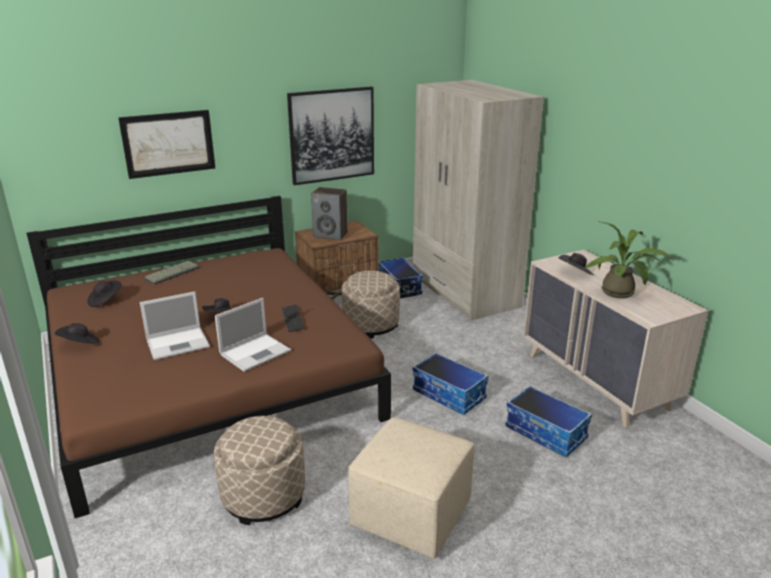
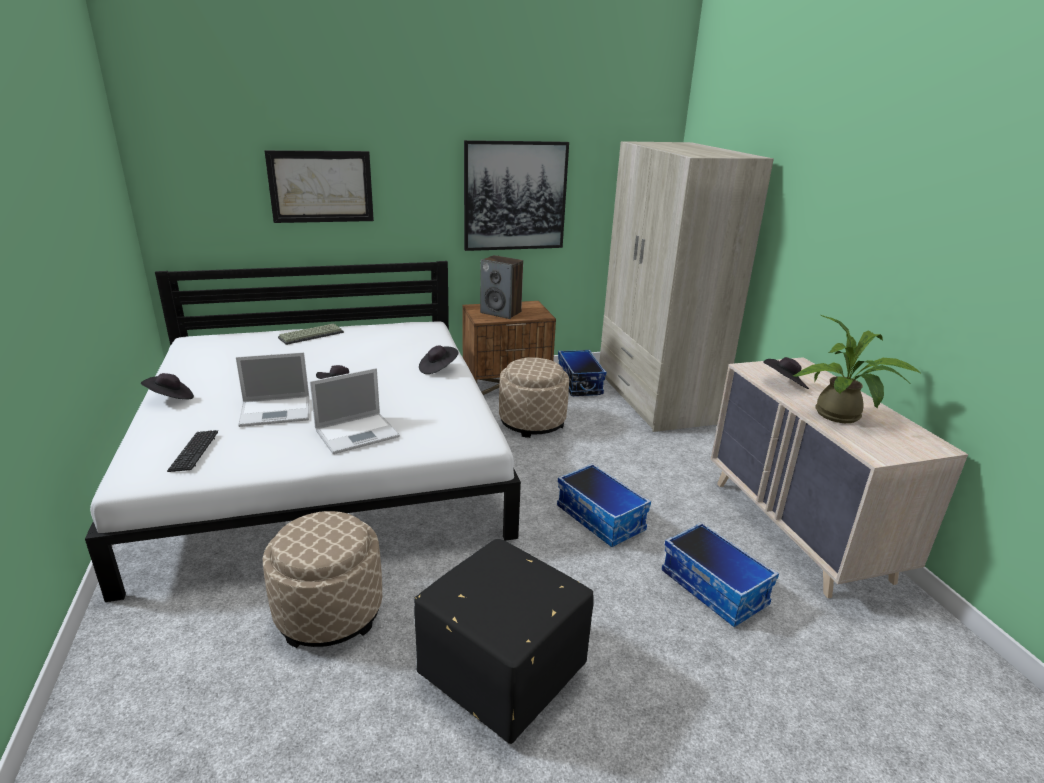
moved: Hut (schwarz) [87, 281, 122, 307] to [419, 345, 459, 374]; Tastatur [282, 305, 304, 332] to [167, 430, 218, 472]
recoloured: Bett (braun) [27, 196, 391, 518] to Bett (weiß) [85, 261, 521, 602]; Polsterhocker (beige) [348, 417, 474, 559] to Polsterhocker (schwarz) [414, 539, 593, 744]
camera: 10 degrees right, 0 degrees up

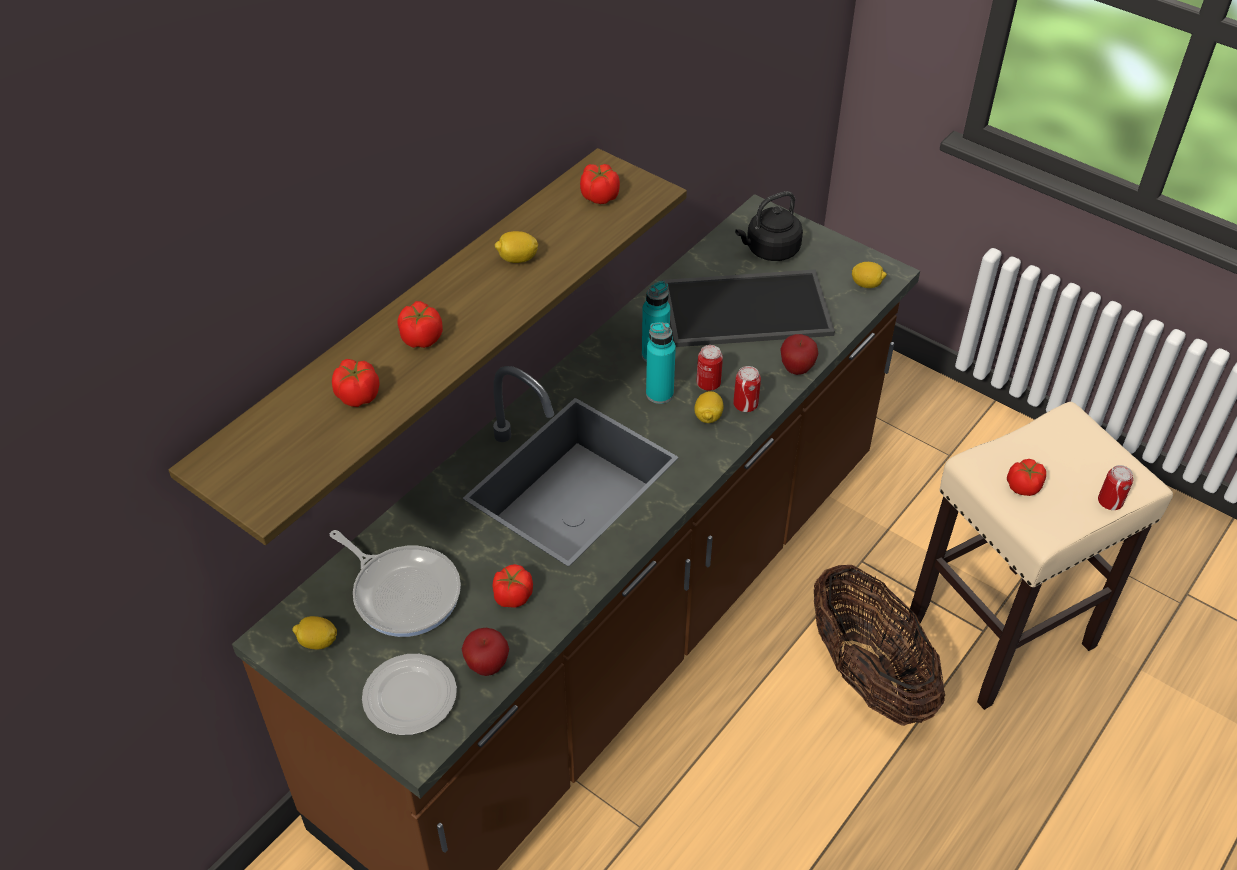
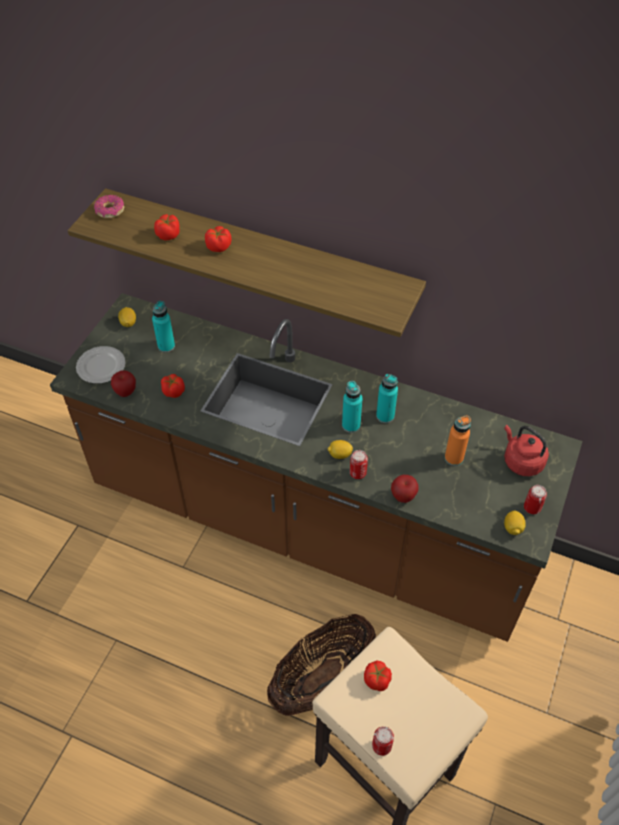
removed: Zitrone [495, 231, 539, 263]; Tomate [580, 164, 620, 204]
added: Donut [94, 195, 124, 218]
moved: Dose [696, 345, 723, 391] to [524, 485, 547, 514]
replaced: Pfanne [330, 530, 461, 637] to Flasche (türkis) [152, 301, 175, 353]; Tablett [662, 269, 835, 347] to Flasche (orange) [445, 416, 471, 466]
recoloured: Wasserkessel (schwarz) [735, 191, 803, 261] to Wasserkessel (rot) [504, 425, 549, 476]
camera: 75 degrees right, 5 degrees up

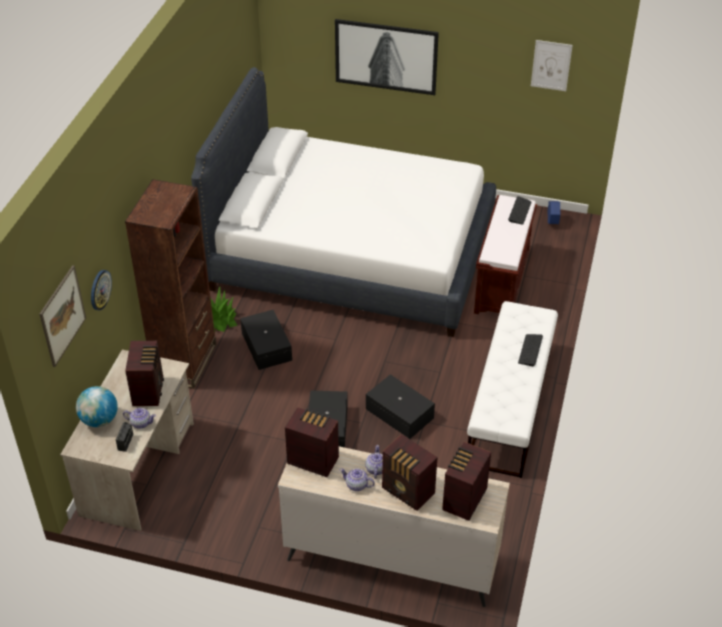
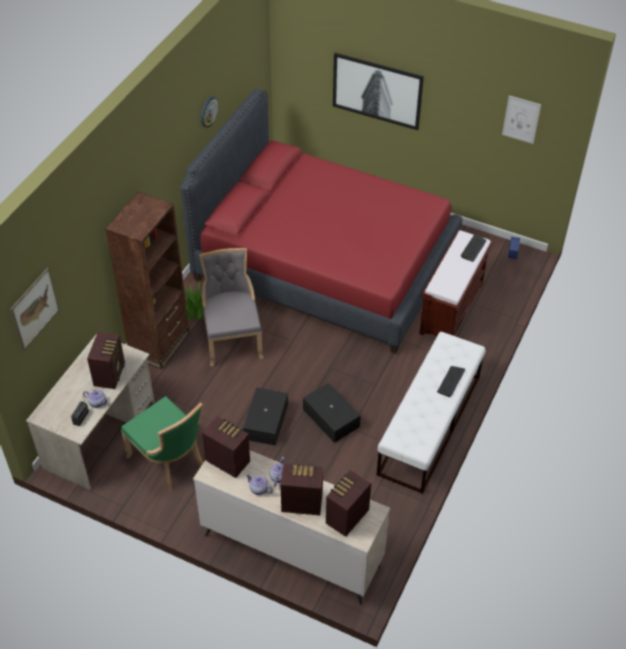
removed: Globus [76, 386, 118, 427]
added: Stuhl (grün) [121, 396, 203, 491]
moved: Wanduhr [91, 270, 112, 311] to [201, 97, 218, 128]
replaced: Aufbewahrungsbox (schwarz) [240, 310, 292, 370] to Stuhl (grau) [199, 248, 264, 366]
recoloured: Bett (weiß) [191, 67, 496, 337] to Bett (rot) [180, 88, 462, 354]
turned: Radio [382, 434, 438, 511] = [281, 463, 323, 515] 135 degrees clockwise
camera: 10 degrees right, 5 degrees up

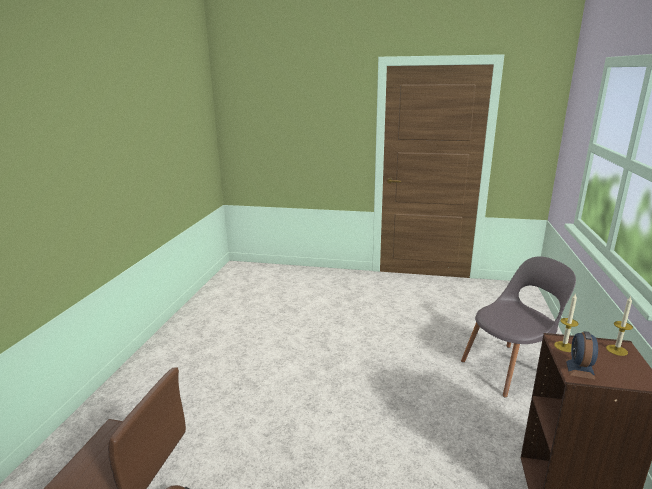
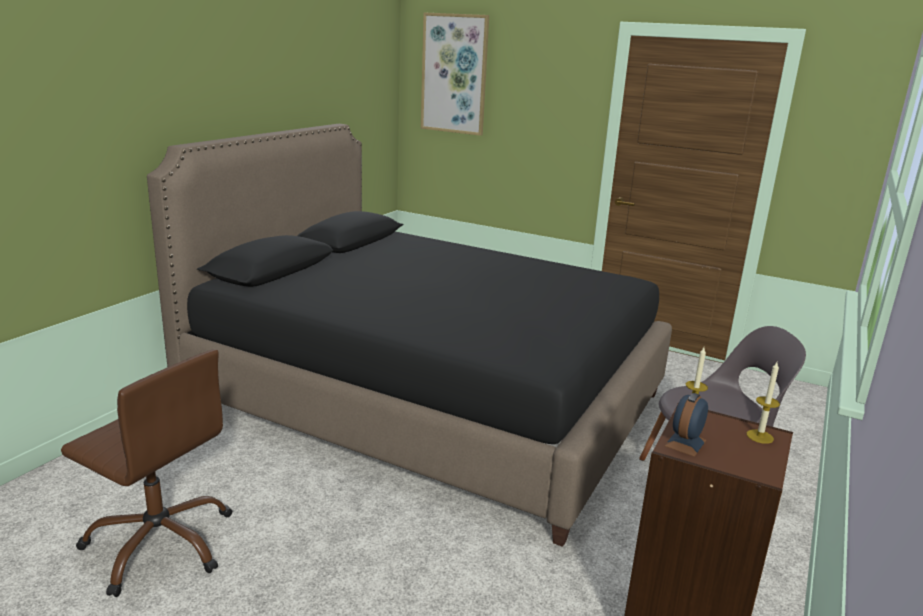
added: Bett (schwarz) [147, 124, 672, 547]; Bild [421, 13, 489, 136]
camera: 15 degrees right, 0 degrees up

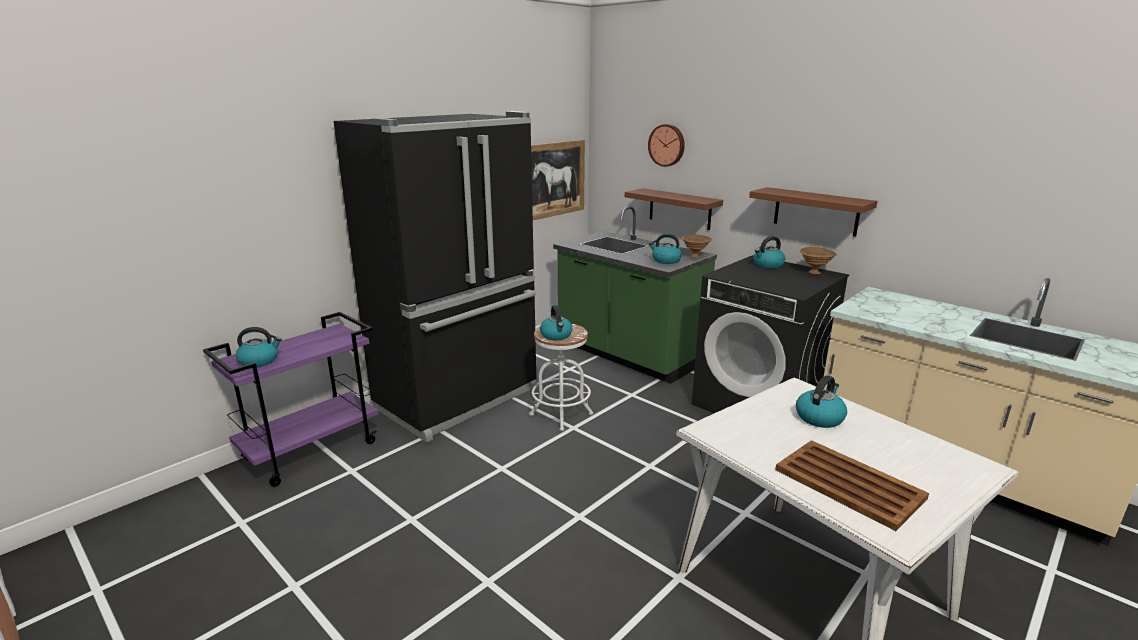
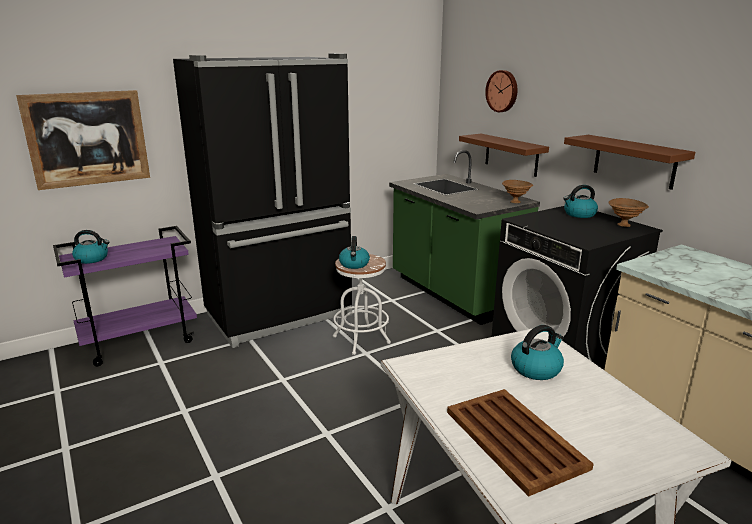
removed: Wasserkessel [649, 234, 682, 264]
moved: Bild [531, 140, 585, 220] to [16, 90, 150, 190]
camera: 15 degrees right, 0 degrees up

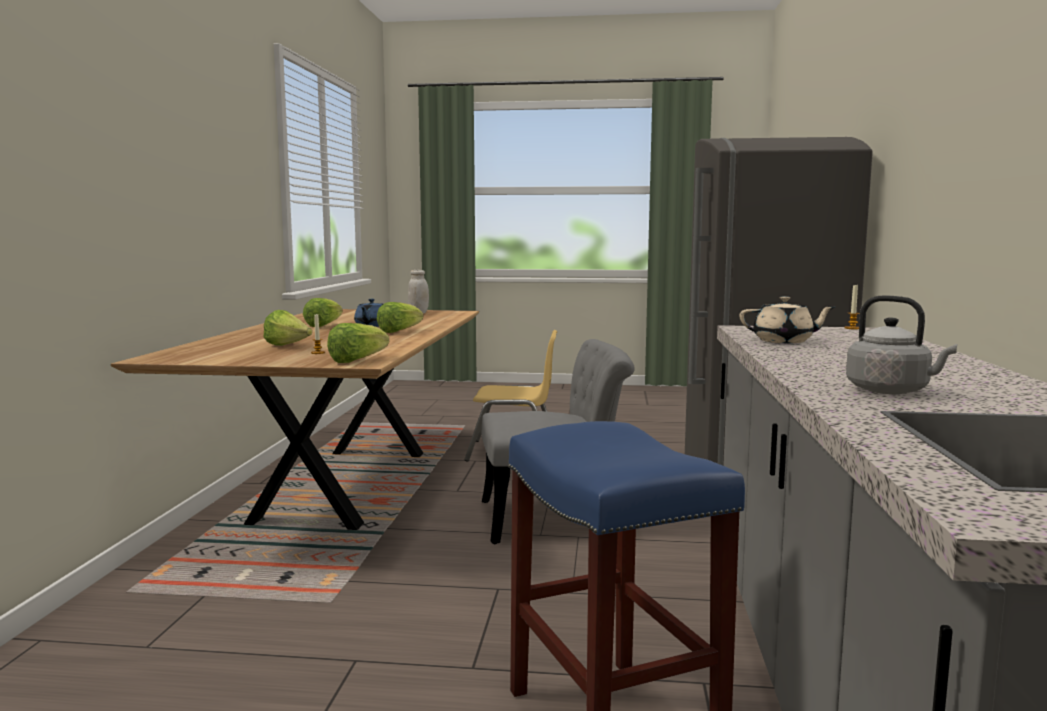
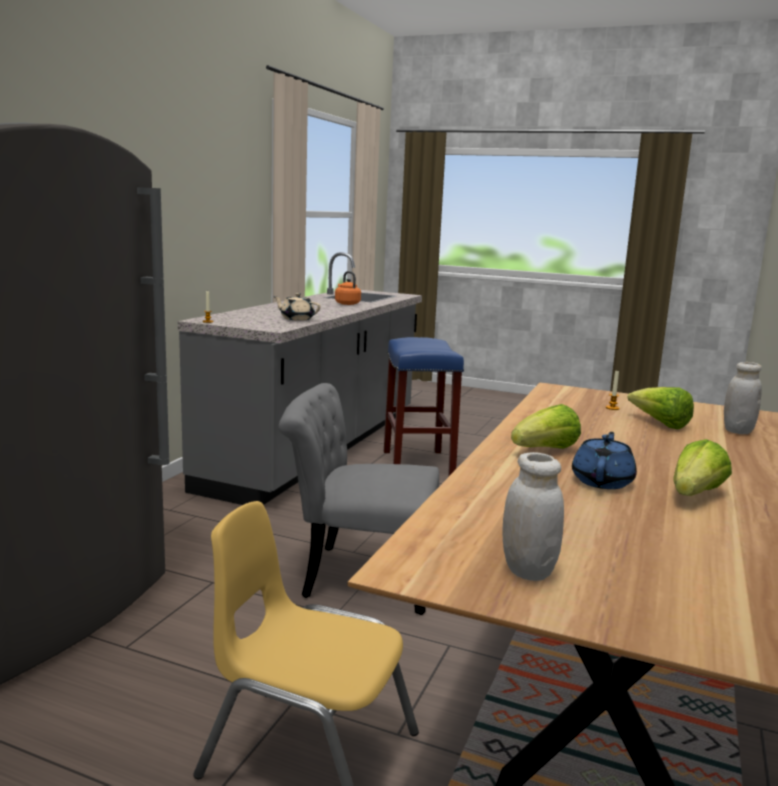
removed: Salatkopf [327, 323, 389, 363]
added: Vorratsglas (weiß) [724, 362, 762, 434]
recoloured: Wasserkessel (grau) [846, 295, 957, 394] to Wasserkessel (orange) [335, 271, 361, 305]
camera: 165 degrees left, 5 degrees up

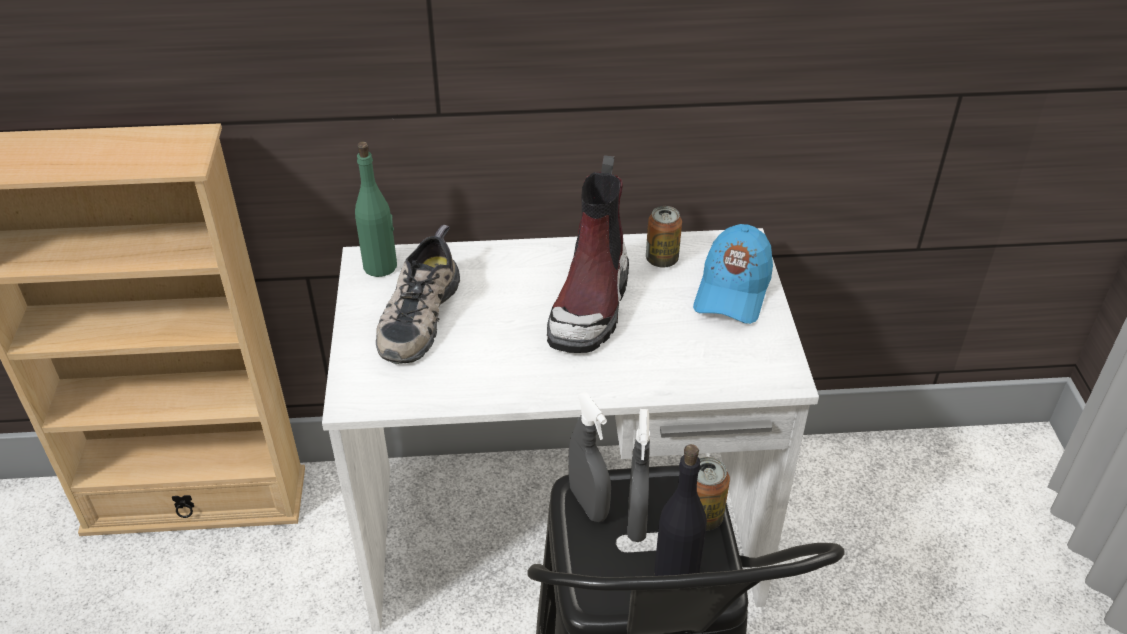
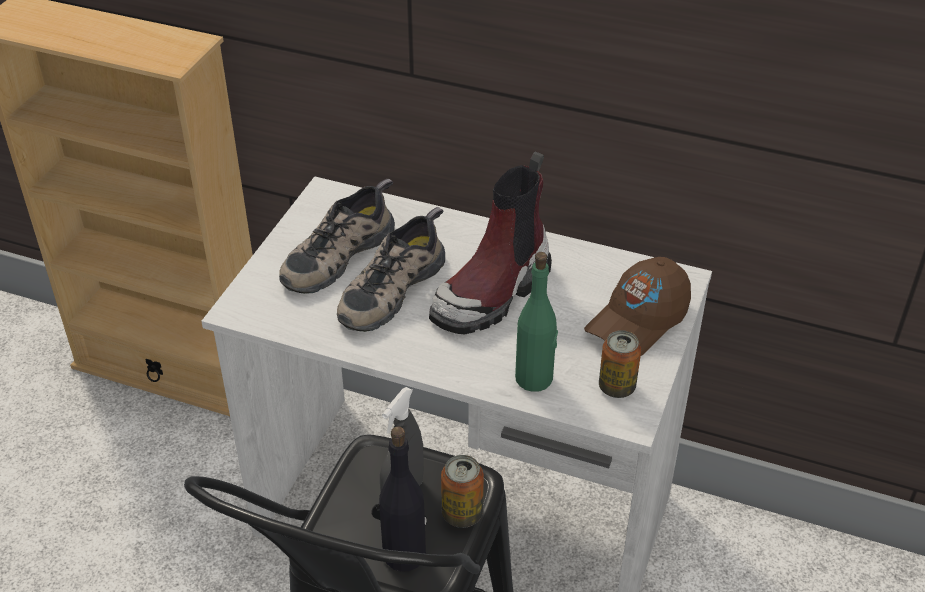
removed: Sprühflasche (grau) [568, 392, 611, 522]
added: Schuh [337, 207, 445, 332]
moved: Flasche (grün) [355, 141, 397, 277] to [515, 252, 558, 392]; Dose [646, 206, 682, 268] to [599, 330, 641, 398]
recoloured: Kappe (blau) [693, 224, 773, 324] to Kappe (braun) [584, 257, 691, 356]
camera: 25 degrees right, 0 degrees up

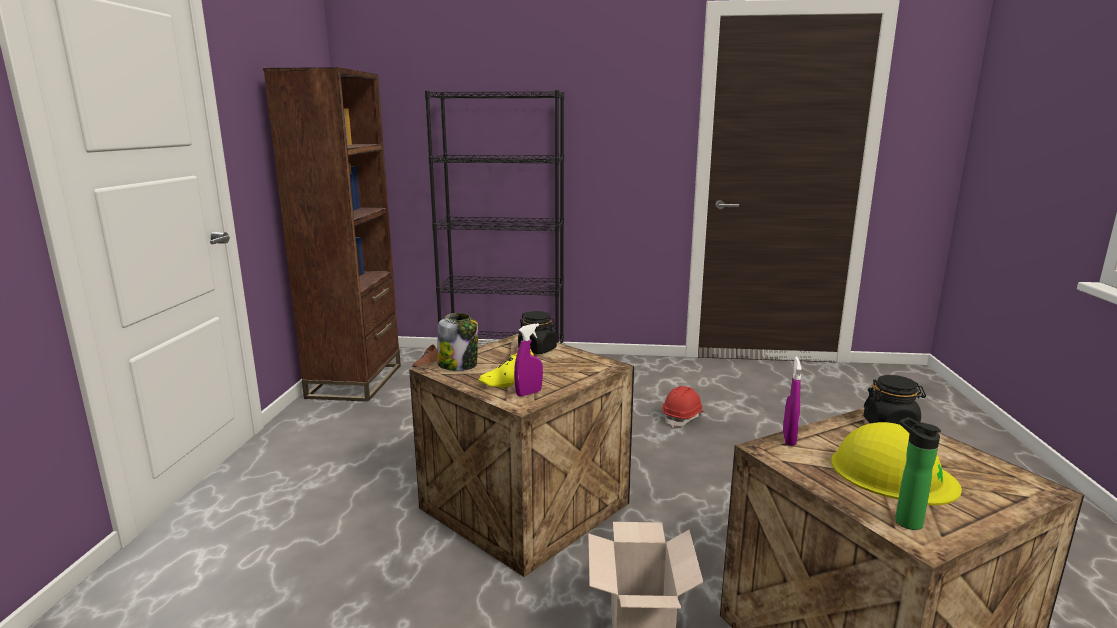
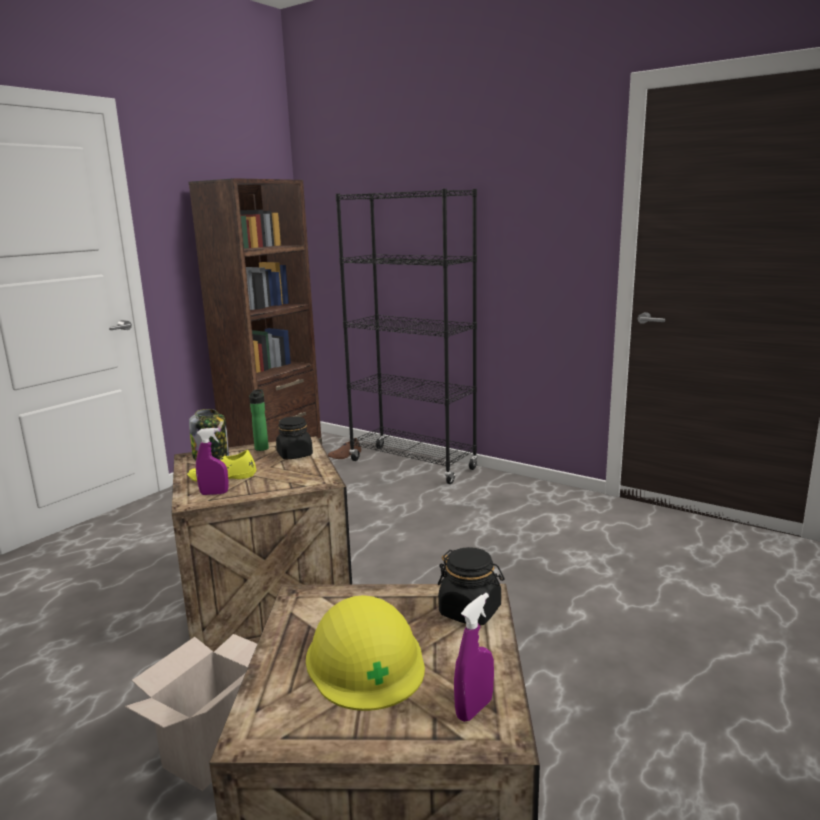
removed: Schutzhelm (rot) [662, 386, 704, 428]
moved: Sprühflasche (lila) [783, 357, 802, 446] to [454, 593, 494, 722]; Flasche [895, 417, 941, 530] to [249, 389, 269, 451]
camera: 30 degrees right, 0 degrees up

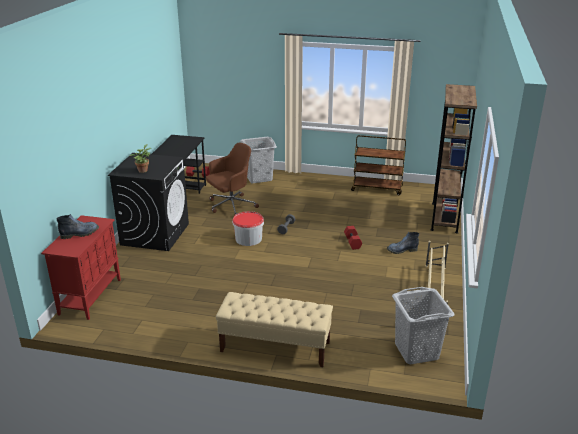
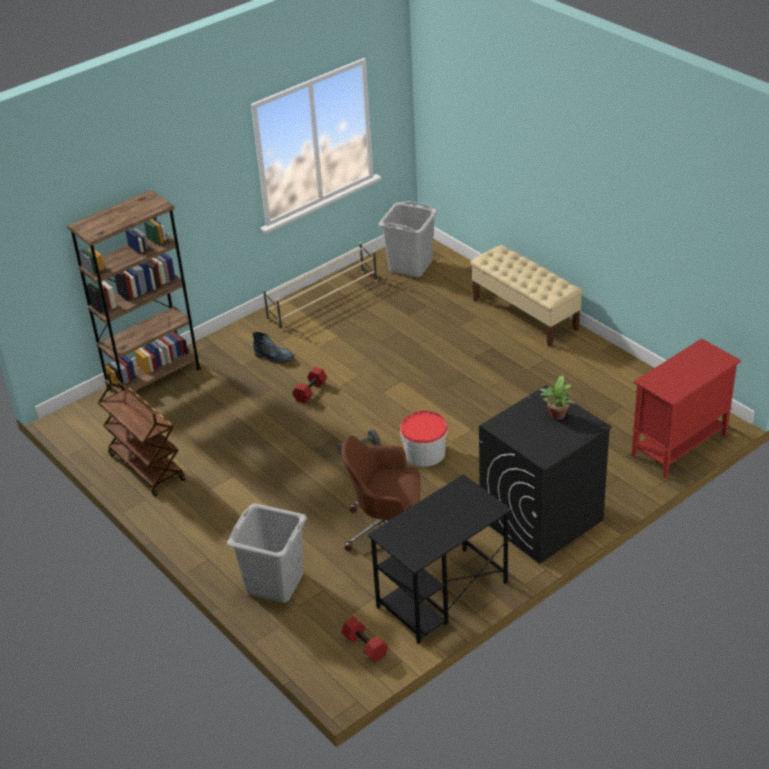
removed: Stiefel [57, 214, 99, 239]
camera: 140 degrees left, 10 degrees up

